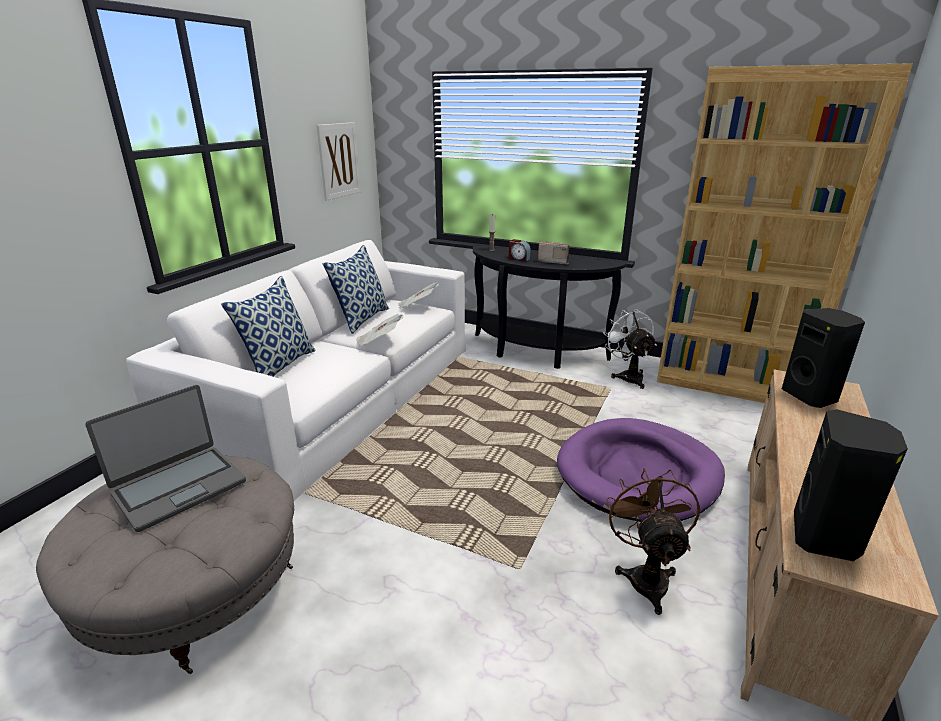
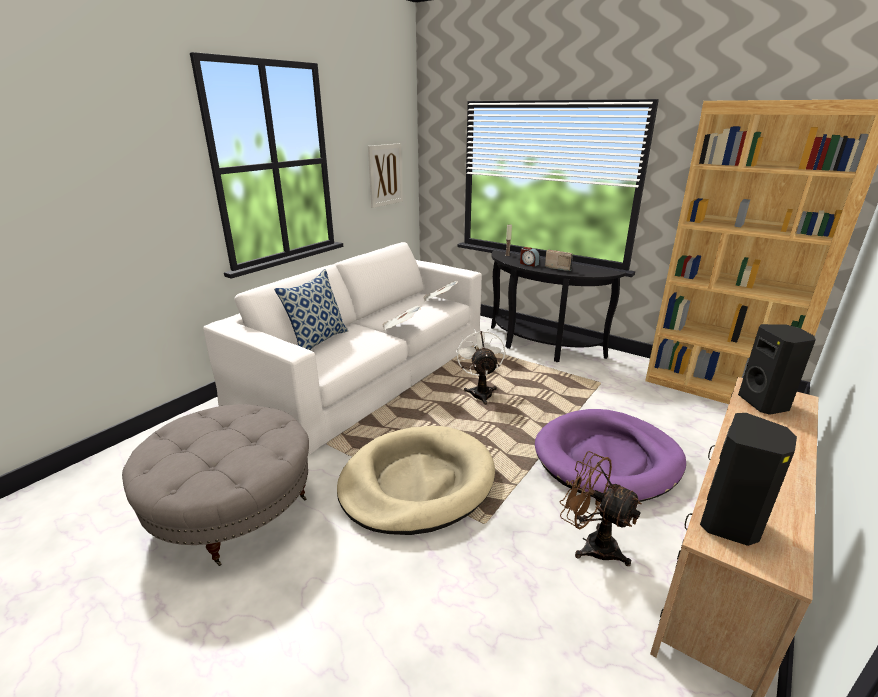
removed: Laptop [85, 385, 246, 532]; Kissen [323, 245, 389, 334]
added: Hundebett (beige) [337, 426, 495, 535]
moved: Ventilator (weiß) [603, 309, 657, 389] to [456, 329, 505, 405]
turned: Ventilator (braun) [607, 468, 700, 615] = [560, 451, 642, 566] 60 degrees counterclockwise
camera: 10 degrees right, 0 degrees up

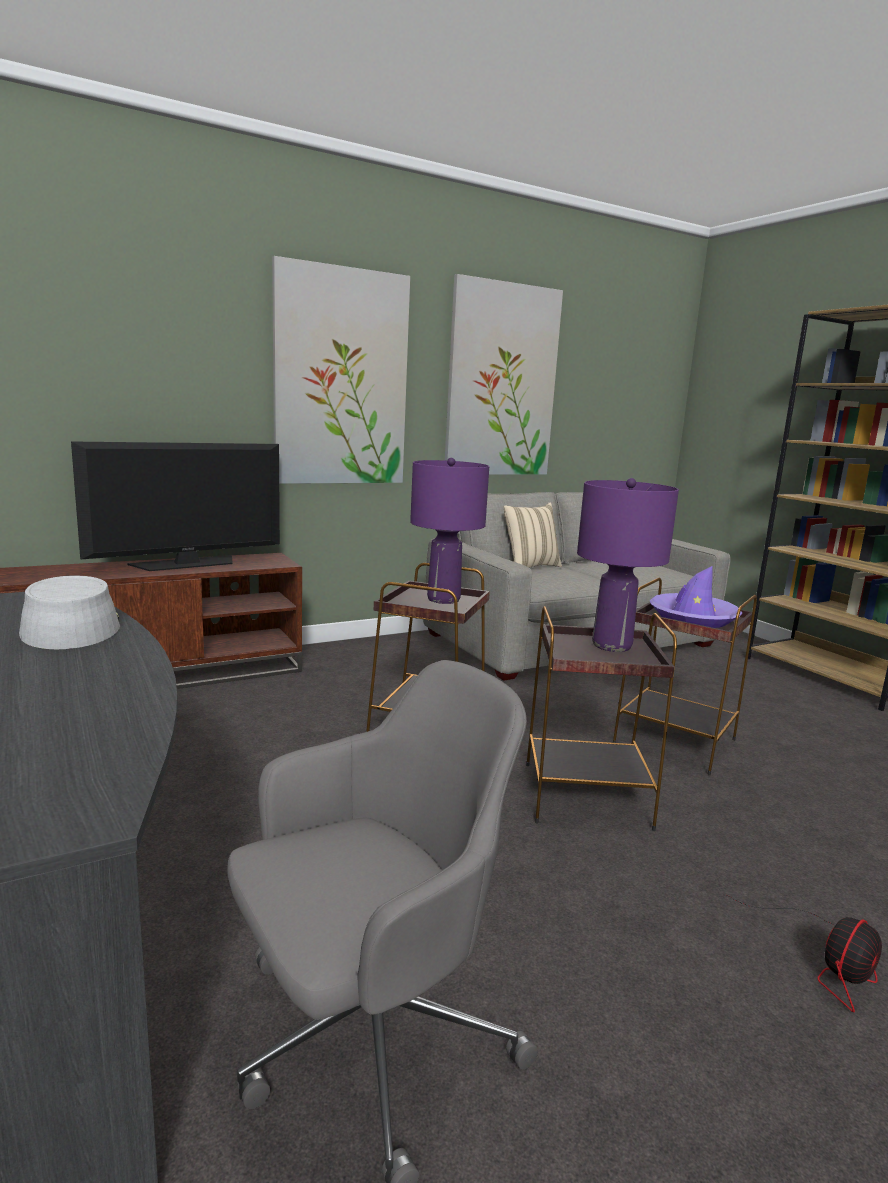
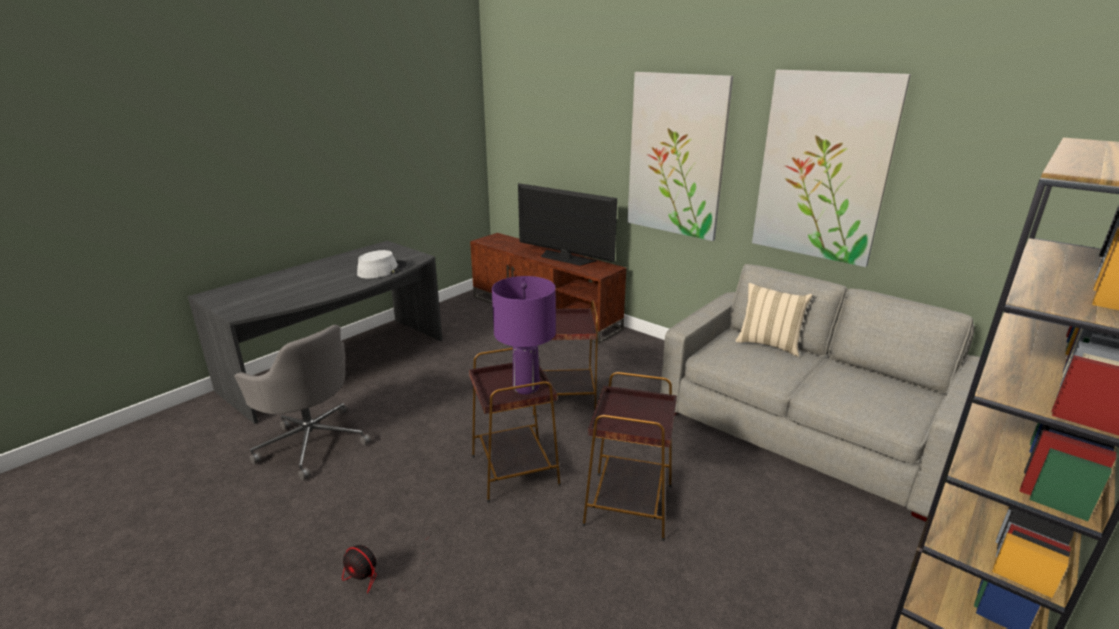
removed: Tischlampe (lila) [410, 458, 489, 604]; Hut (lila) [650, 566, 742, 628]
camera: 70 degrees right, 10 degrees up

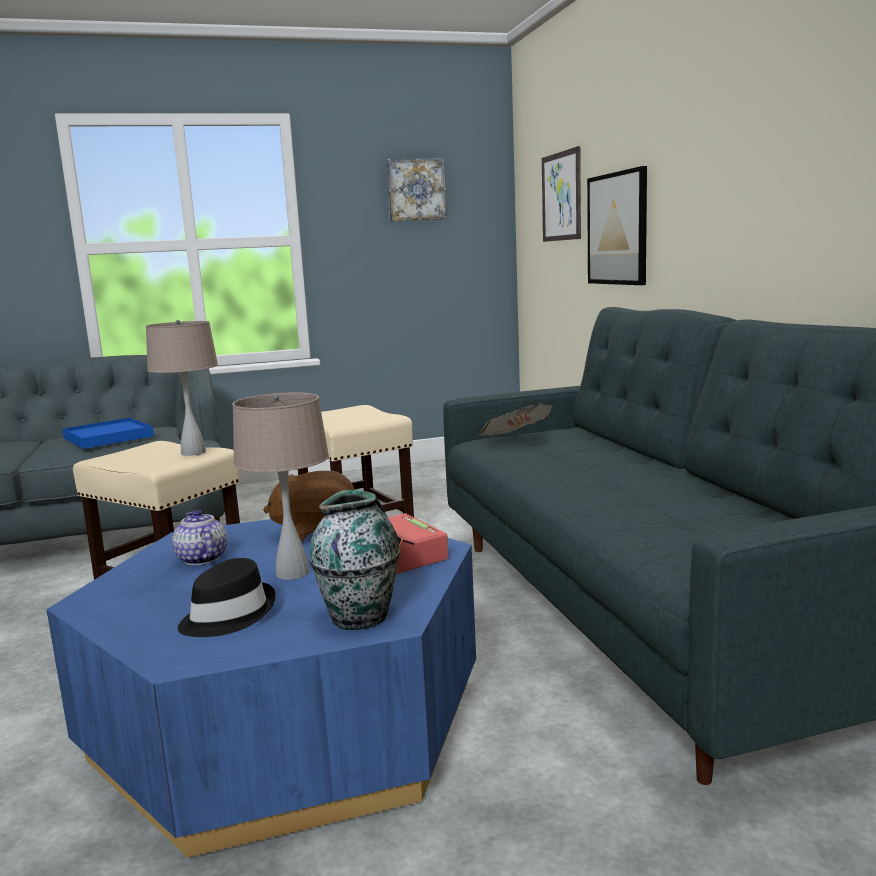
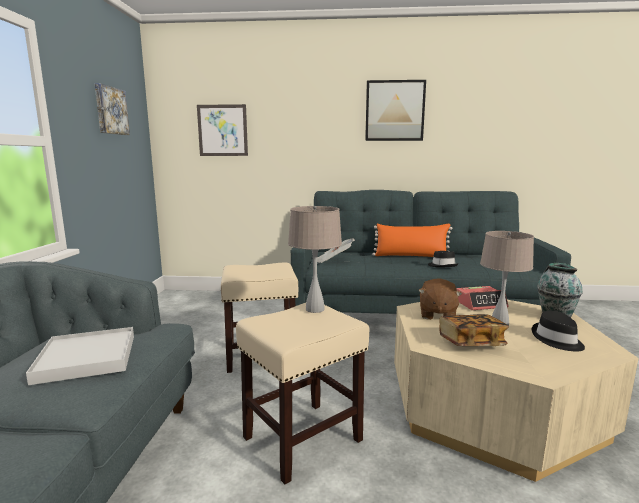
added: Kissen (orange) [372, 224, 452, 257]; Hut (schwarz) [428, 251, 458, 268]
moved: Bild [587, 166, 647, 285] to [365, 80, 426, 141]
replaced: Teekanne [172, 510, 227, 566] to Buch [439, 314, 509, 346]
recoloured: Couchtisch (blau) [46, 519, 476, 857] to Couchtisch (beige) [394, 300, 639, 482]; Tablett (blau) [62, 418, 154, 449] to Tablett (weiß) [26, 327, 134, 385]
camera: 70 degrees left, 0 degrees up

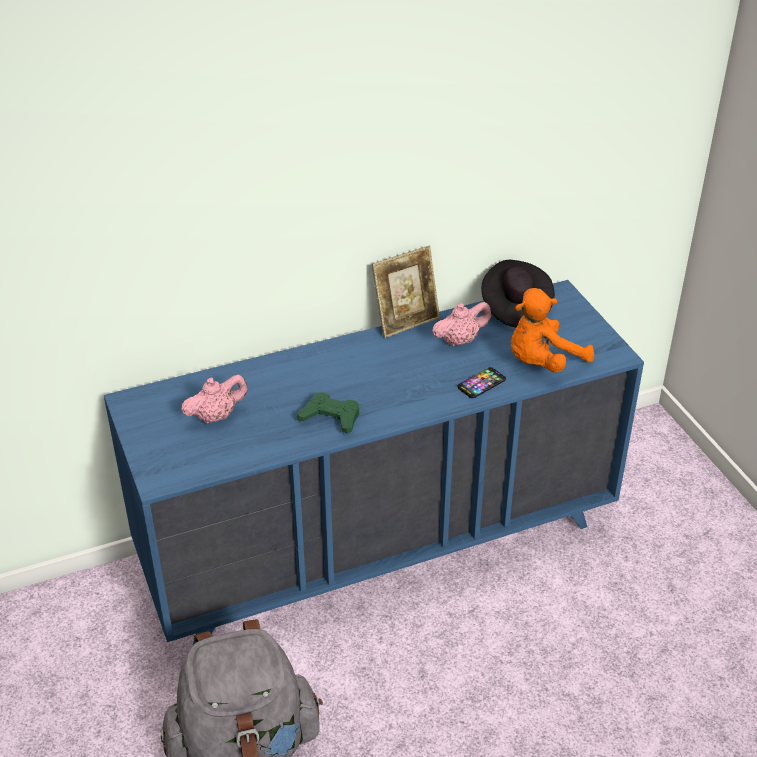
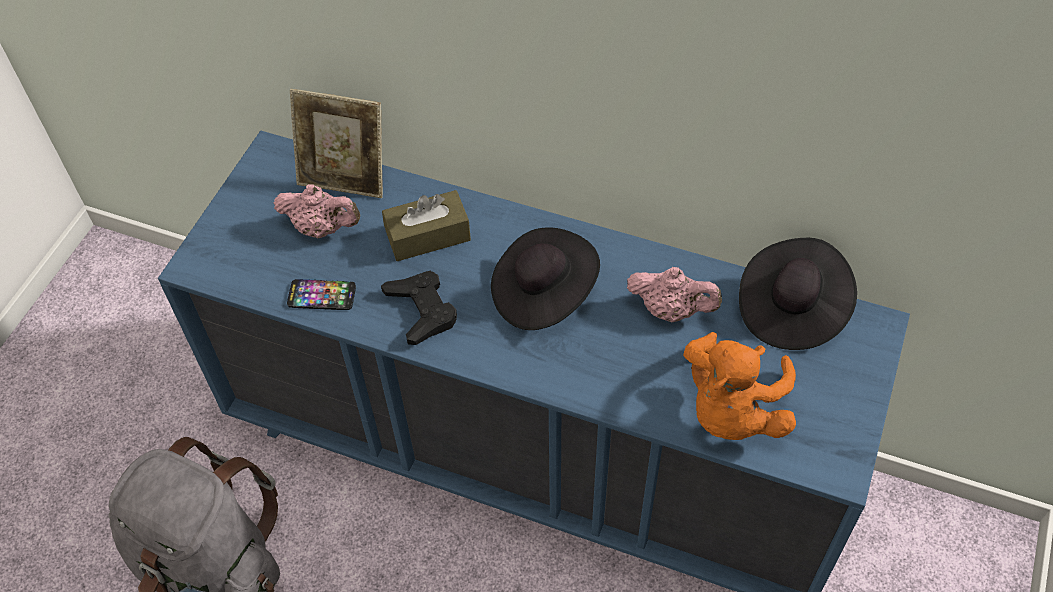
added: Taschentuchbox (braun) [382, 190, 471, 261]; Hut (schwarz) [491, 227, 600, 330]
moved: Bilderrahmen [372, 246, 440, 338] to [290, 89, 383, 198]; Handy [458, 367, 506, 398] to [287, 279, 356, 310]
recoloured: Gamepad (grün) [297, 392, 359, 434] to Gamepad (schwarz) [381, 271, 457, 345]
turned: Plüschtier (orange) [511, 288, 594, 373] = [683, 332, 796, 440] 75 degrees counterclockwise
camera: 45 degrees right, 15 degrees up

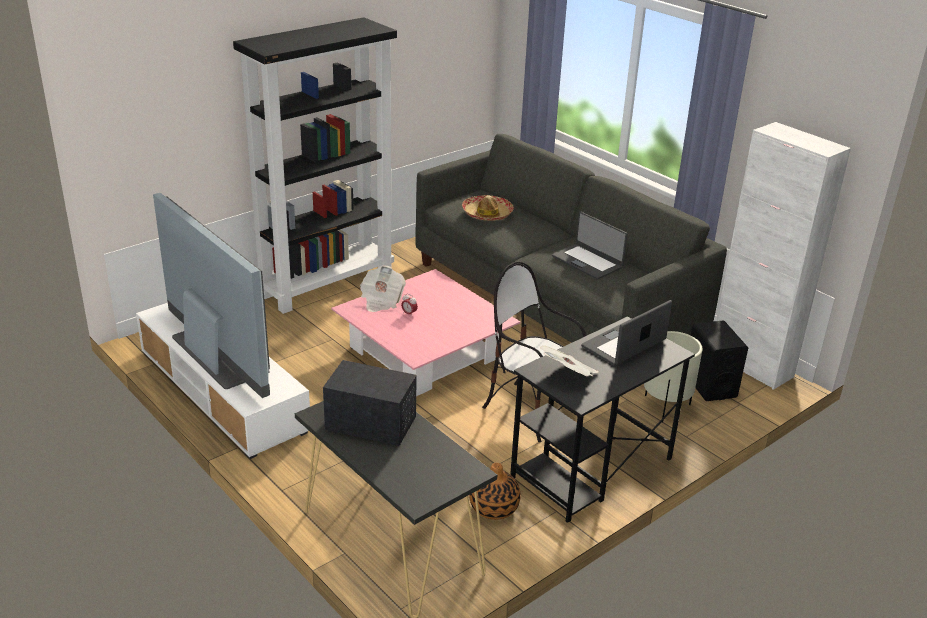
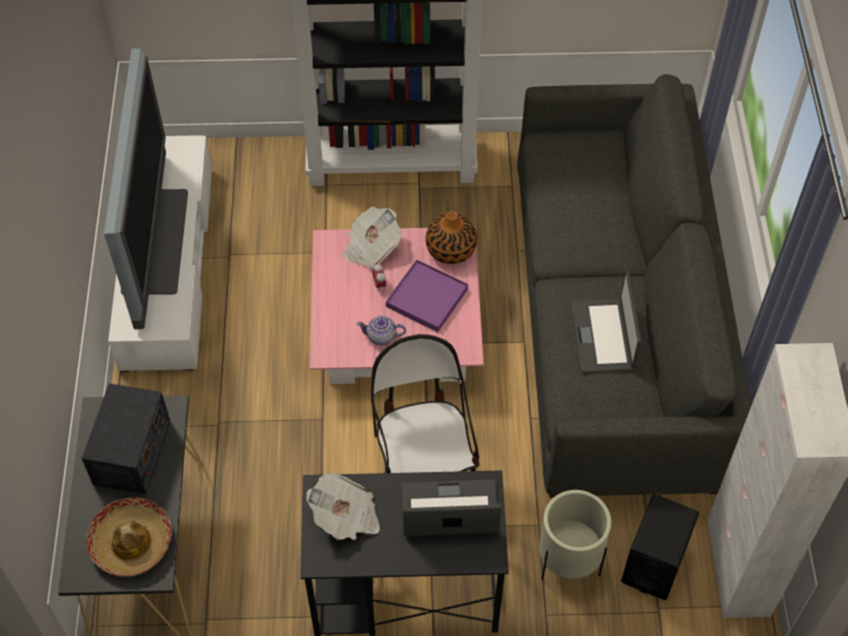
added: Teekanne [356, 316, 406, 346]; Tablett (lila) [386, 259, 468, 332]
moved: Hut [462, 195, 514, 221] to [86, 498, 172, 576]; Vase [469, 463, 521, 520] to [425, 211, 477, 264]
turned: Radio [323, 360, 417, 446] = [81, 383, 170, 494] 45 degrees clockwise
camera: 40 degrees right, 25 degrees up

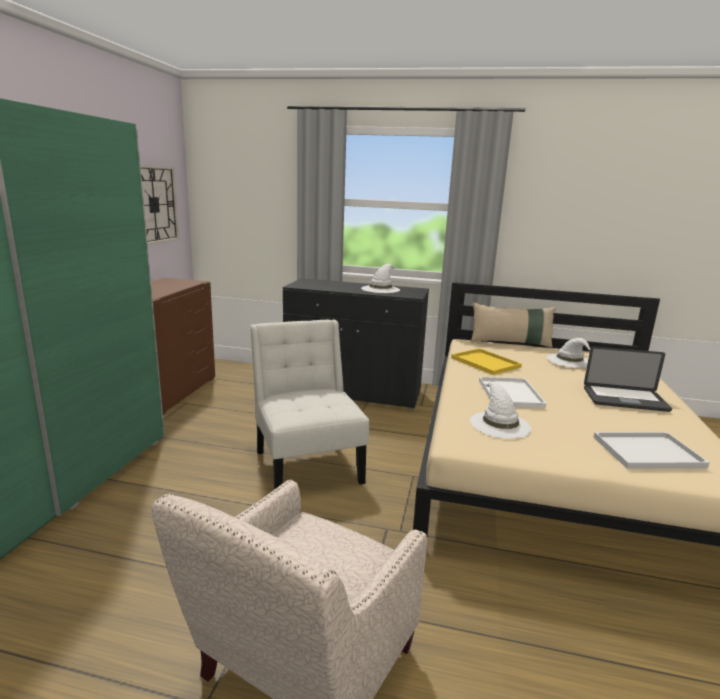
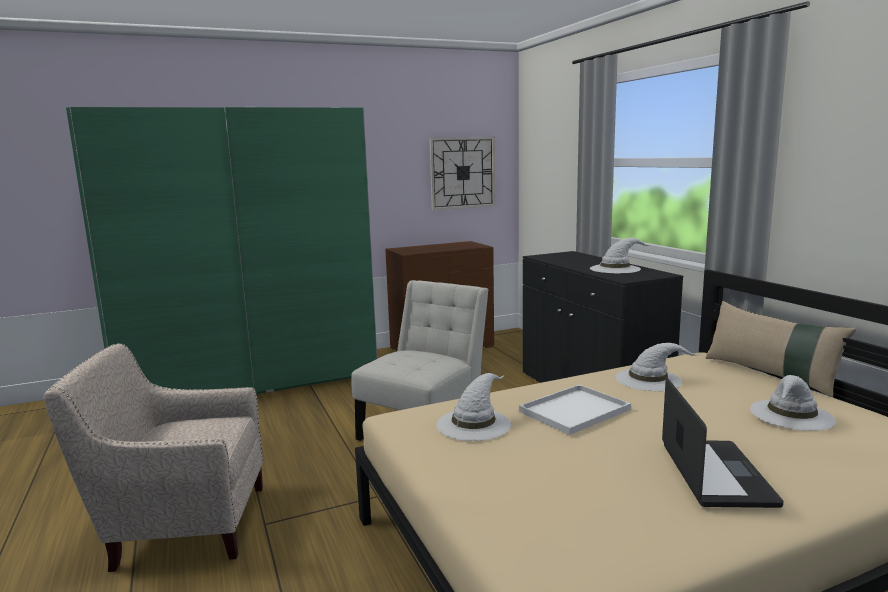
removed: Tablett (weiß) [593, 432, 710, 469]
replaced: Tablett (gelb) [451, 348, 522, 375] to Hut (weiß) [615, 343, 700, 391]
turned: Laptop [584, 346, 672, 412] = [662, 378, 784, 508] 150 degrees counterclockwise
camera: 55 degrees right, 5 degrees down

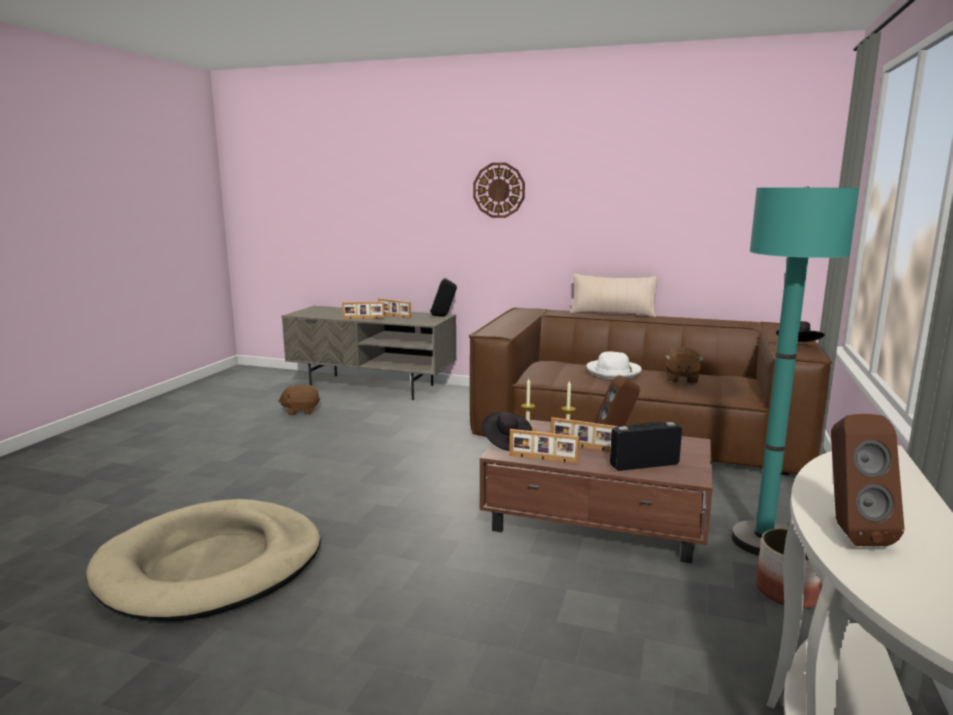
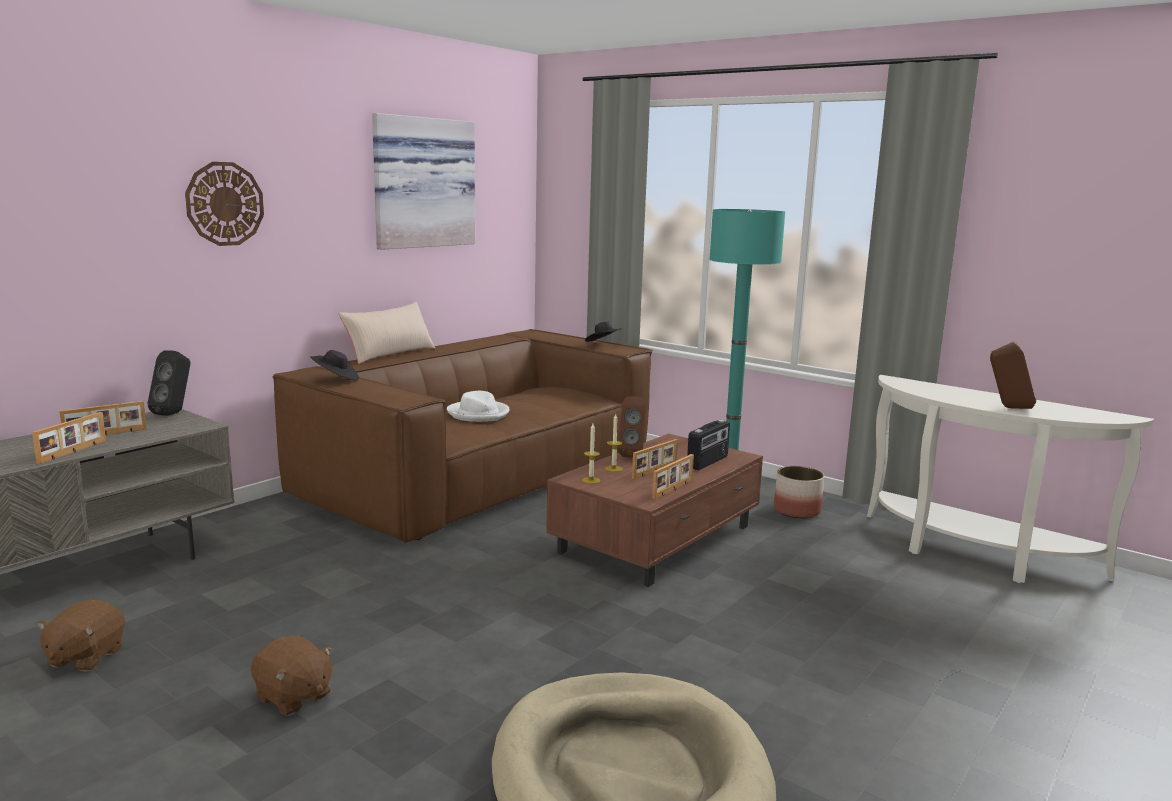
added: Bild [372, 113, 475, 250]
moved: Hut (schwarz) [482, 412, 532, 451] to [310, 350, 359, 381]; Plüschtier (braun) [665, 347, 704, 384] to [251, 636, 334, 716]
turned: Radio [610, 422, 682, 471] = [687, 420, 730, 471] 150 degrees counterclockwise
camera: 70 degrees left, 0 degrees up

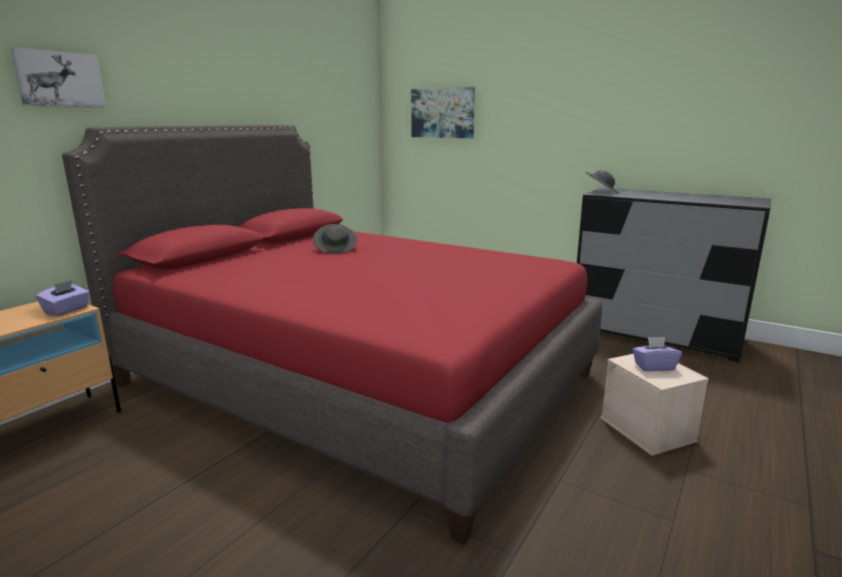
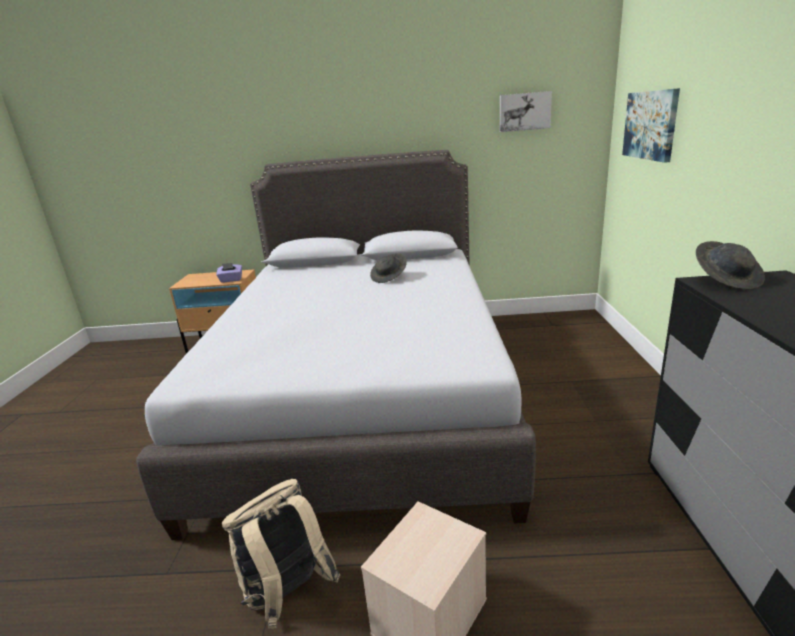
removed: Taschentuchbox (lila) [632, 337, 682, 371]
added: Rucksack (beige) [222, 479, 340, 629]
moved: Bild [10, 47, 106, 107] to [500, 91, 552, 132]
recoloured: Bett (rot) [62, 125, 602, 545] to Bett (grau) [136, 150, 536, 540]
camera: 60 degrees right, 5 degrees up

